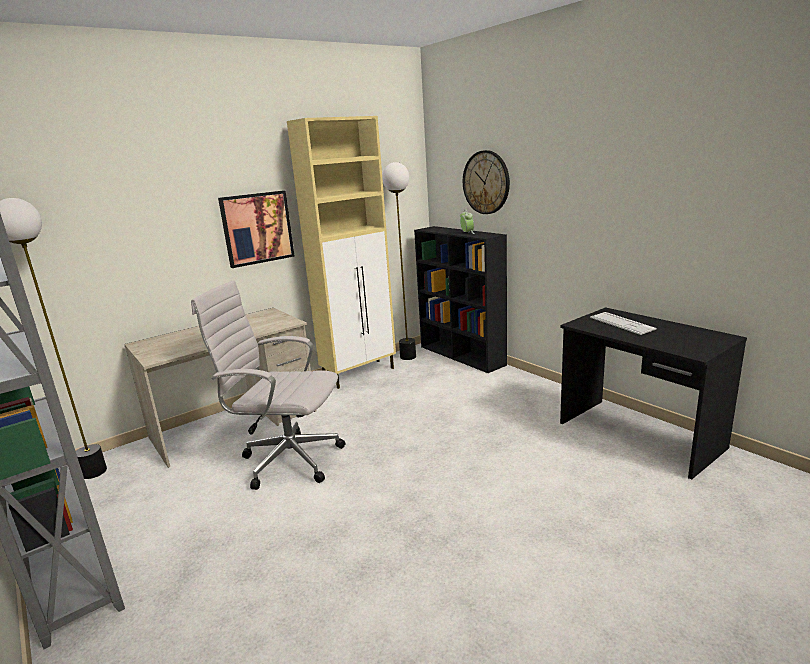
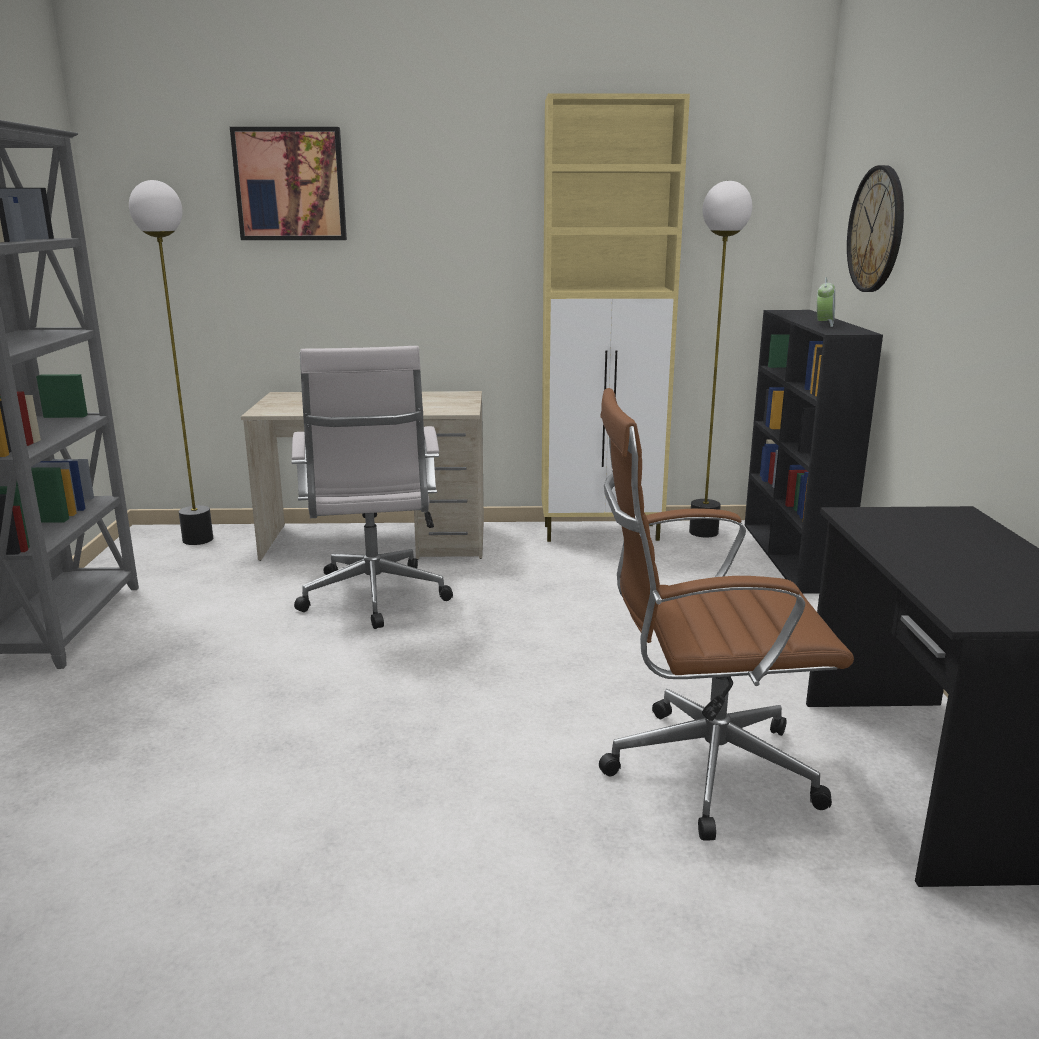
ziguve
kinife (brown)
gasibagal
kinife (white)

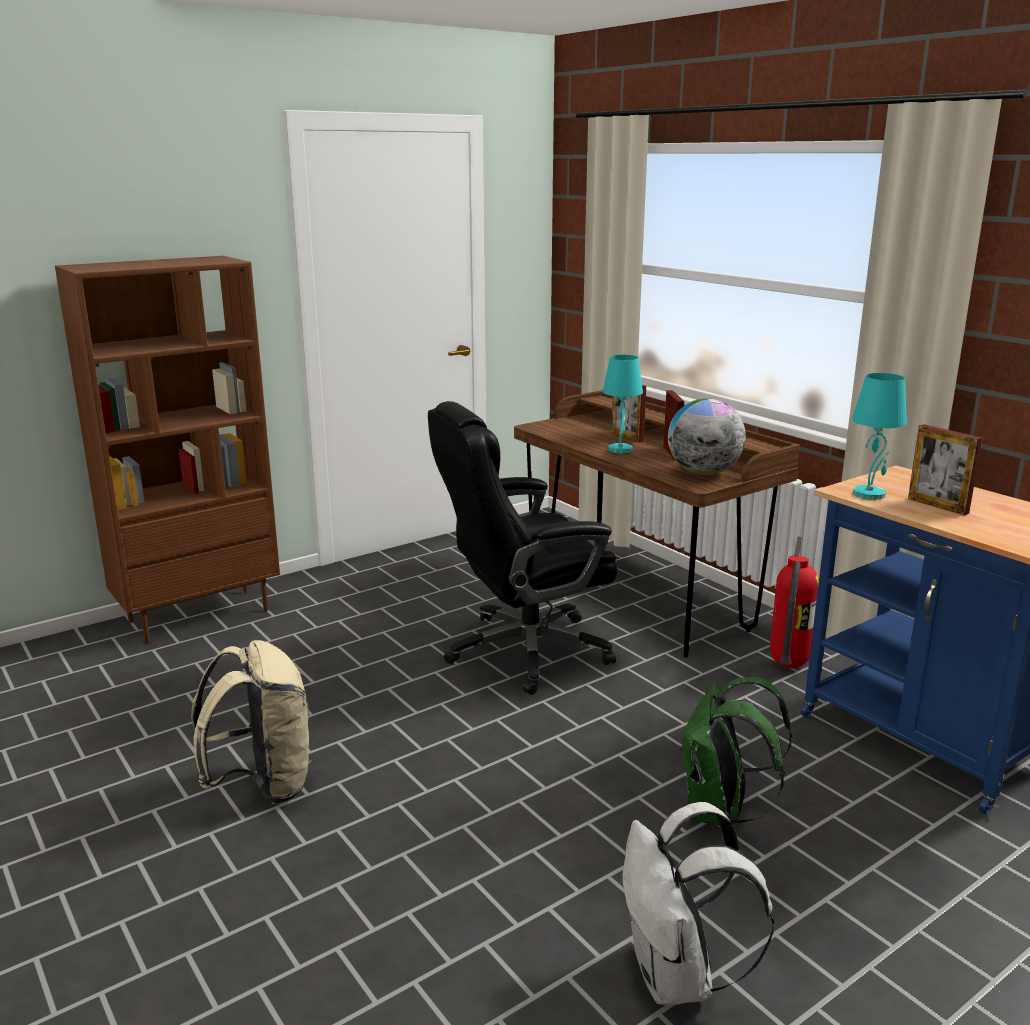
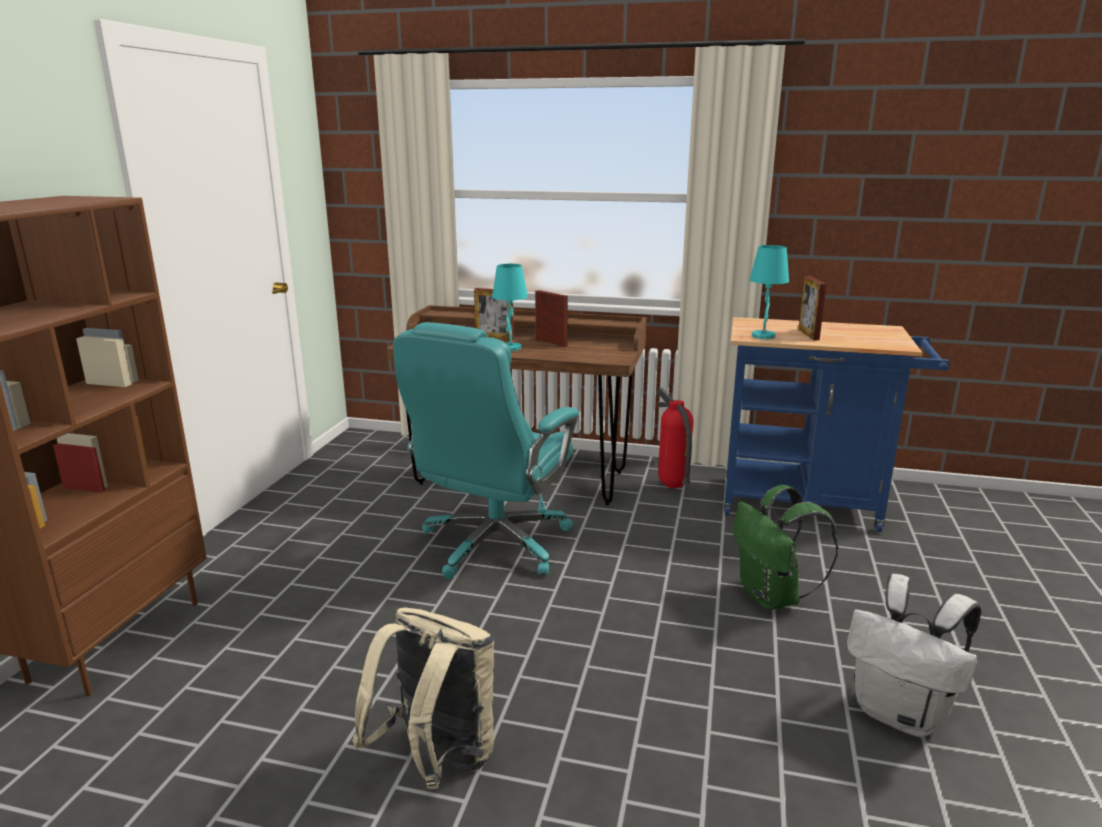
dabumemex
kinife (turquoise)
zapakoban (no. 3 from left)

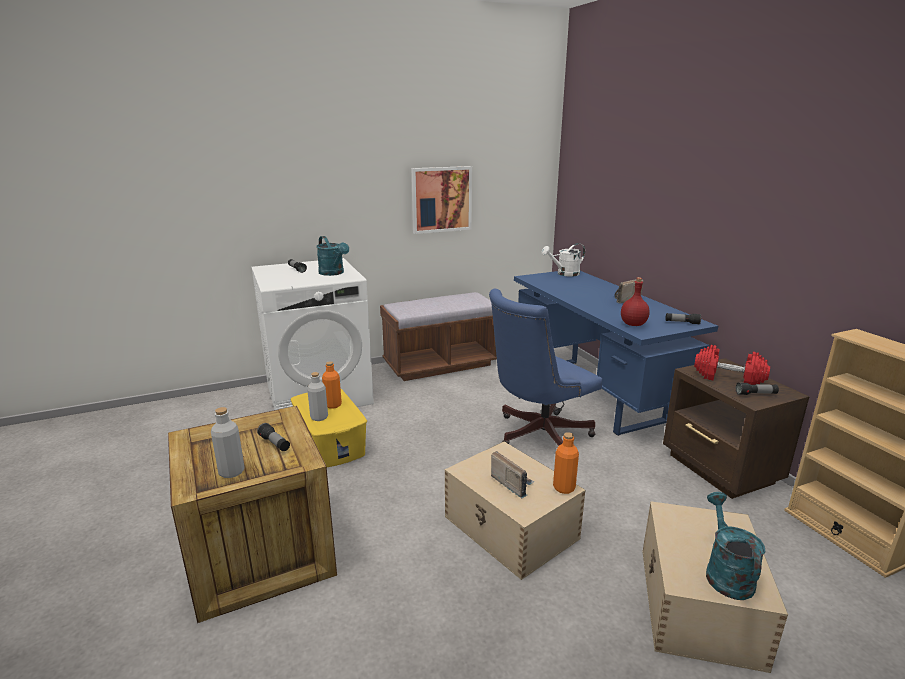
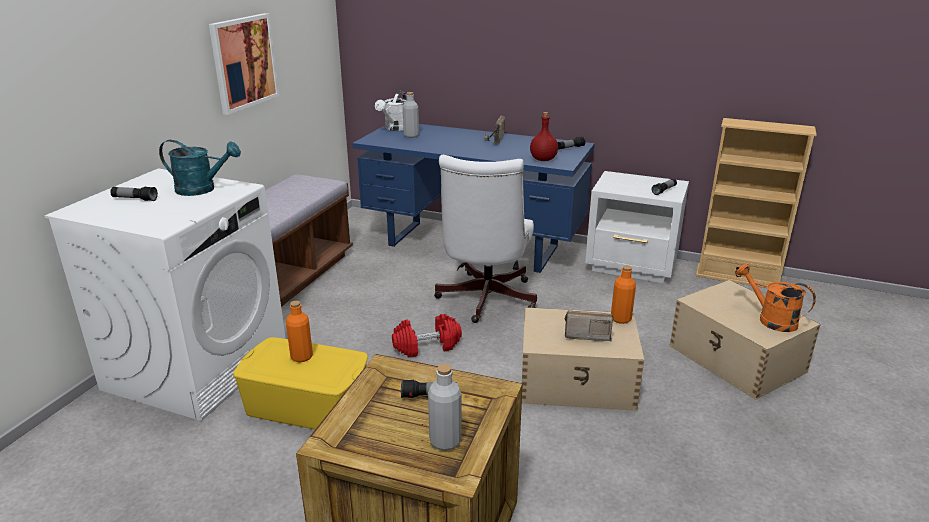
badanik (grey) (no. 1 from left)
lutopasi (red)
kinife (white)
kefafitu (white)
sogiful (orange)

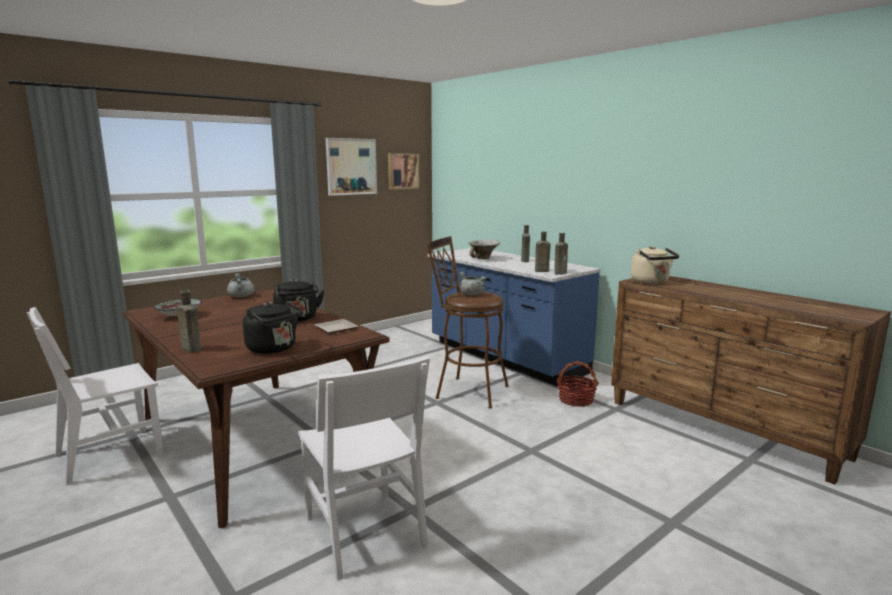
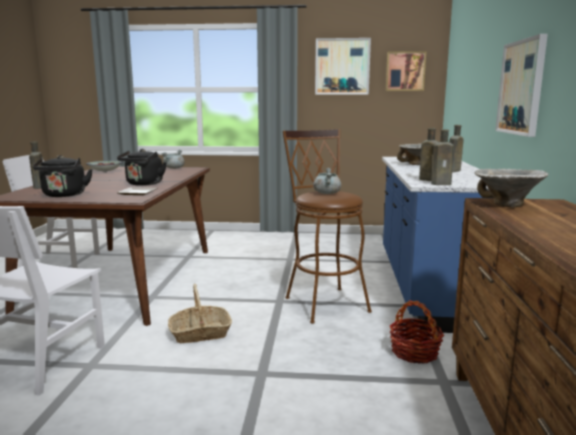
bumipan (no. 1 from left)
gasibagal (no. 3 from left)
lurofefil (no. 3 from left)

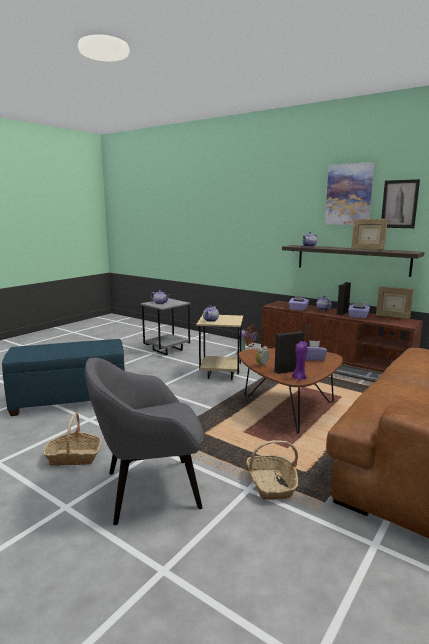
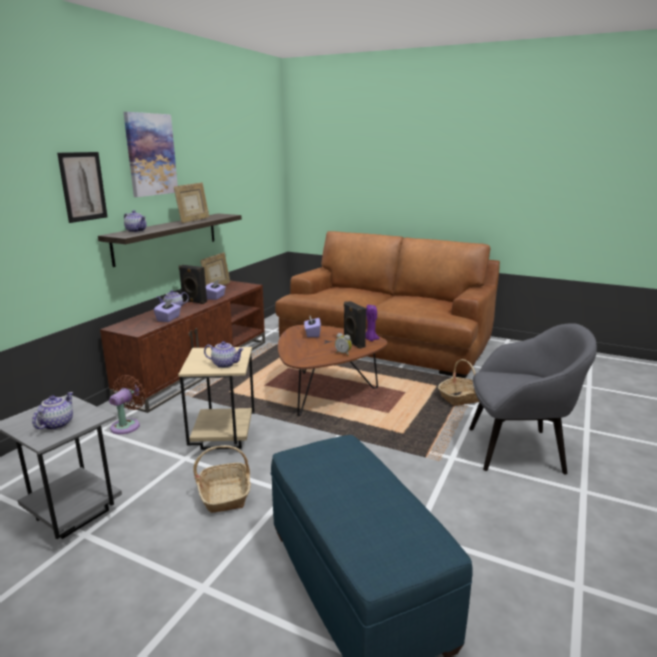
bumipan (no. 1 from left)
gasibagal (no. 1 from left)
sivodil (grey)

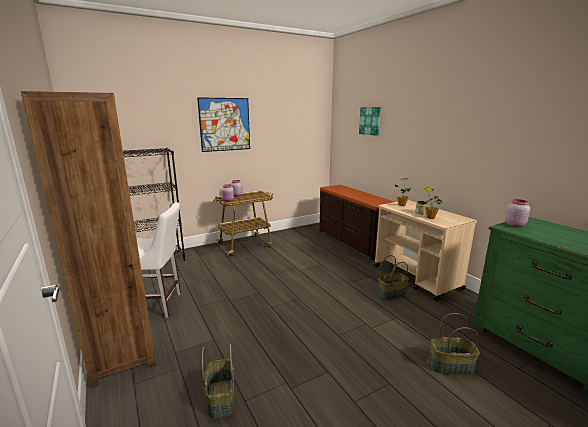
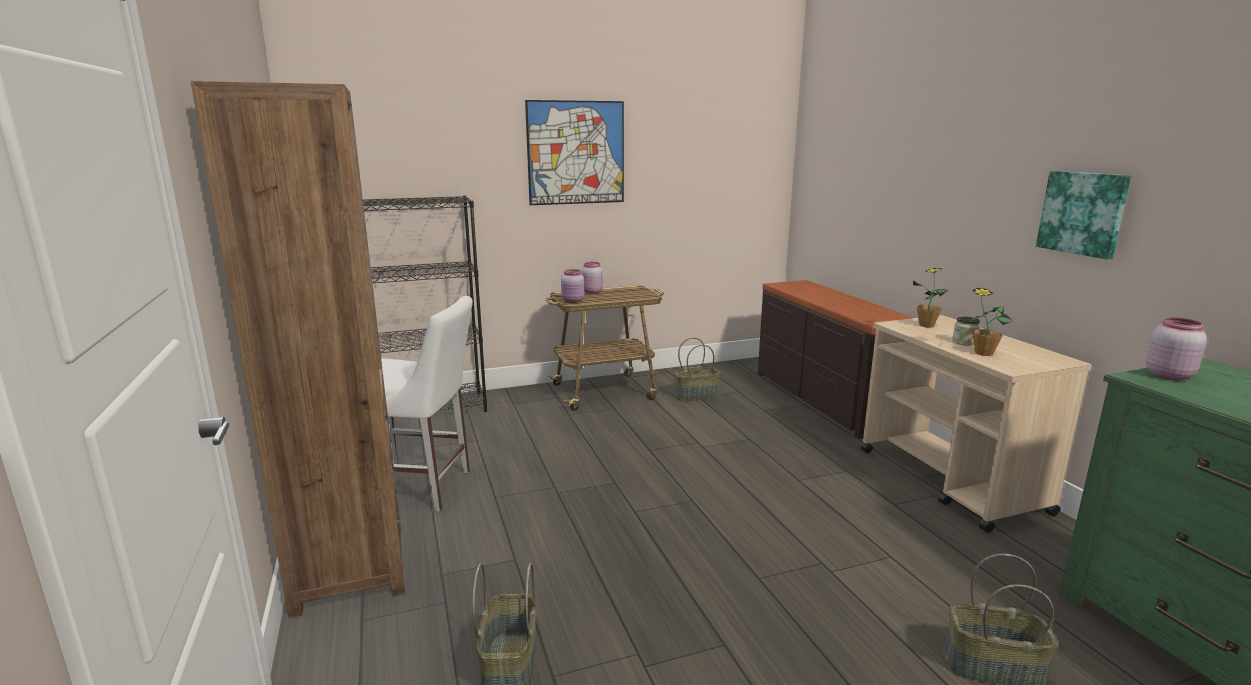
gasibagal (no. 2 from left)
bumipan (no. 2 from left)

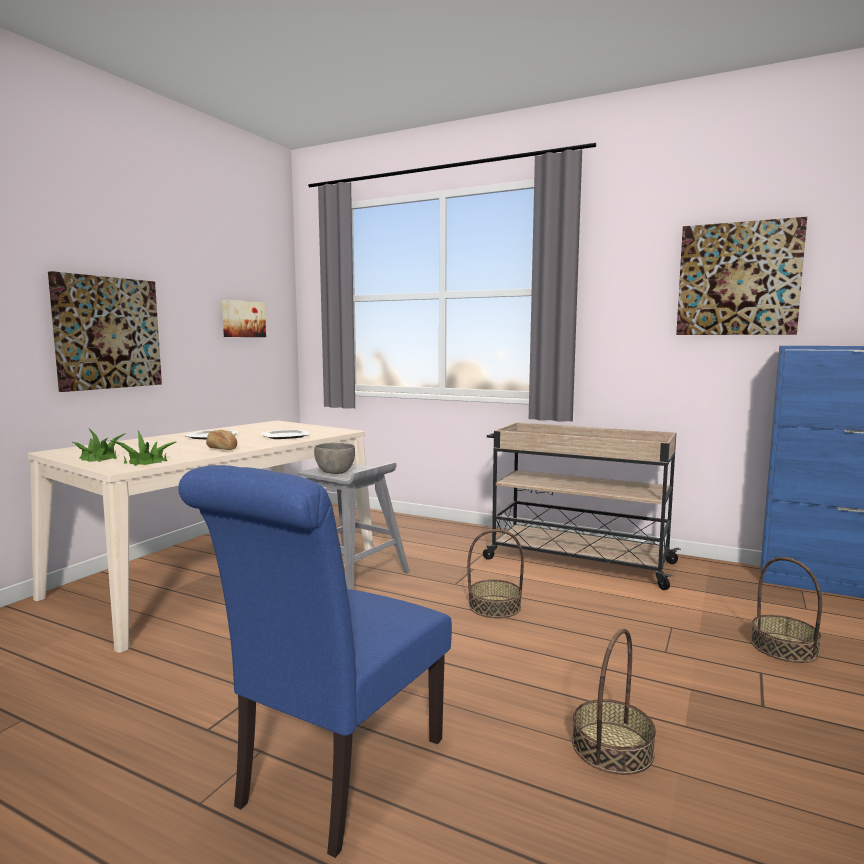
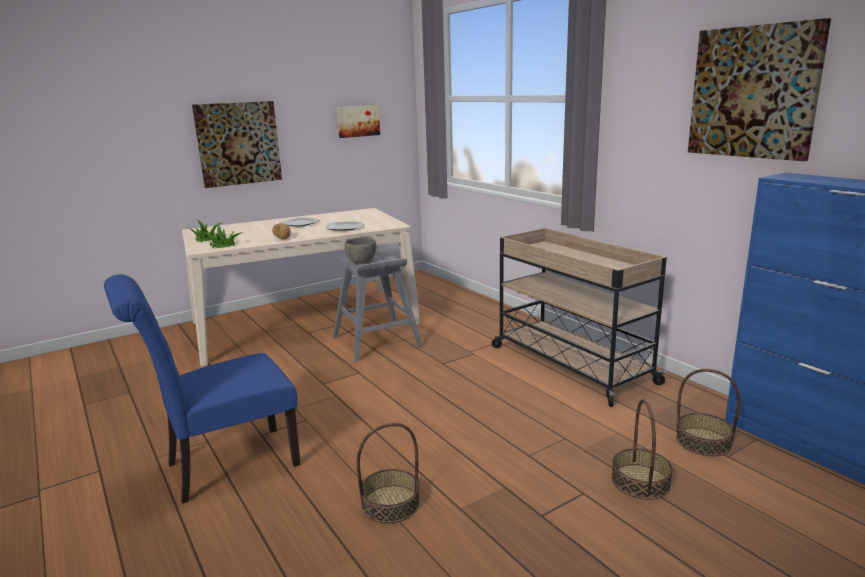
bumipan (no. 3 from left)

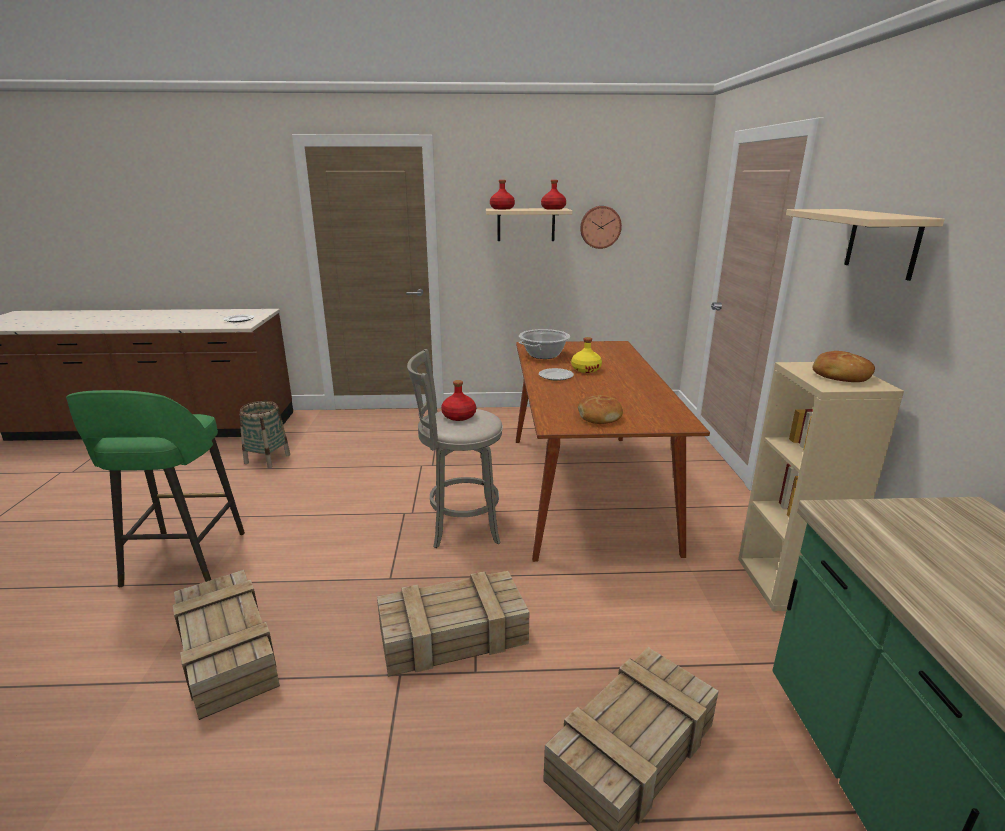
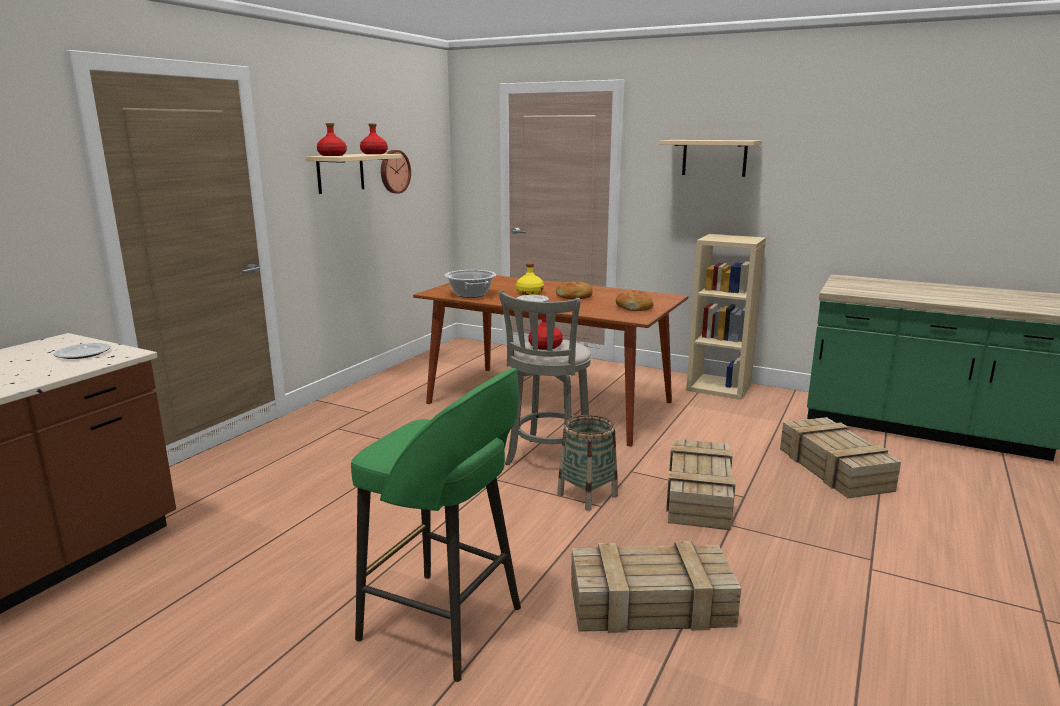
bumipan
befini (no. 1 from left)

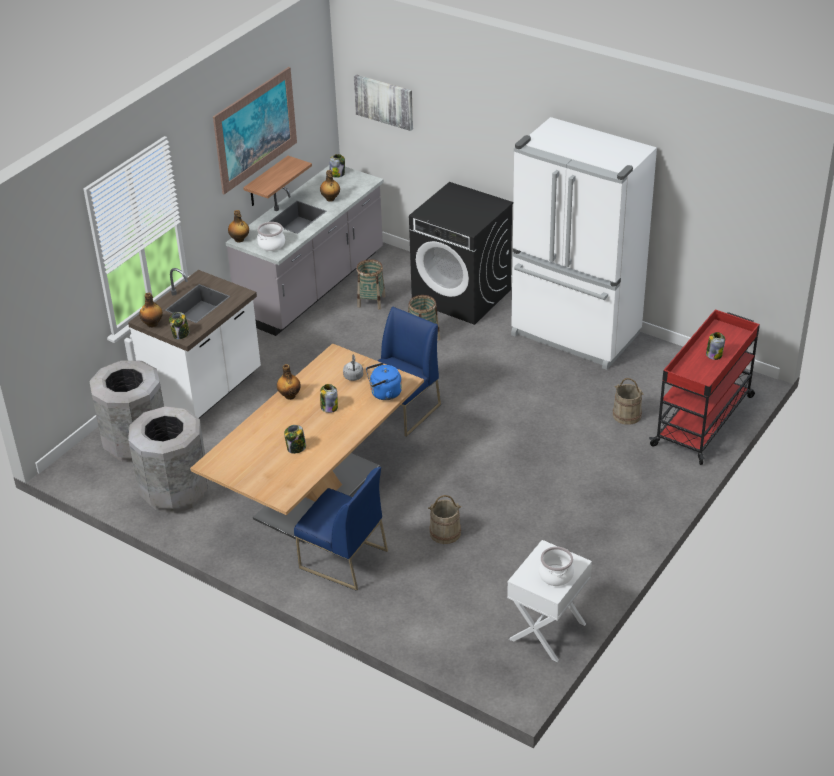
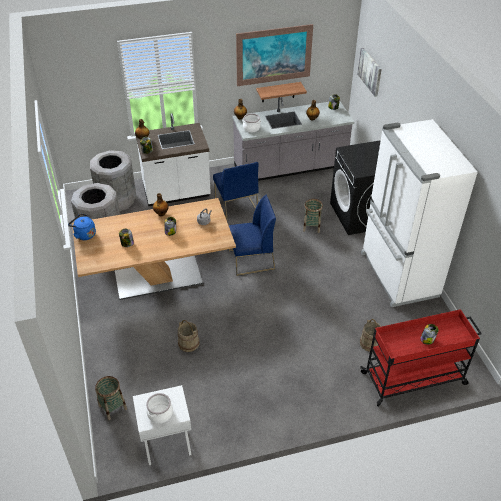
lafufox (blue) (no. 1 from left)
bumipan (no. 1 from left)
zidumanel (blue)

